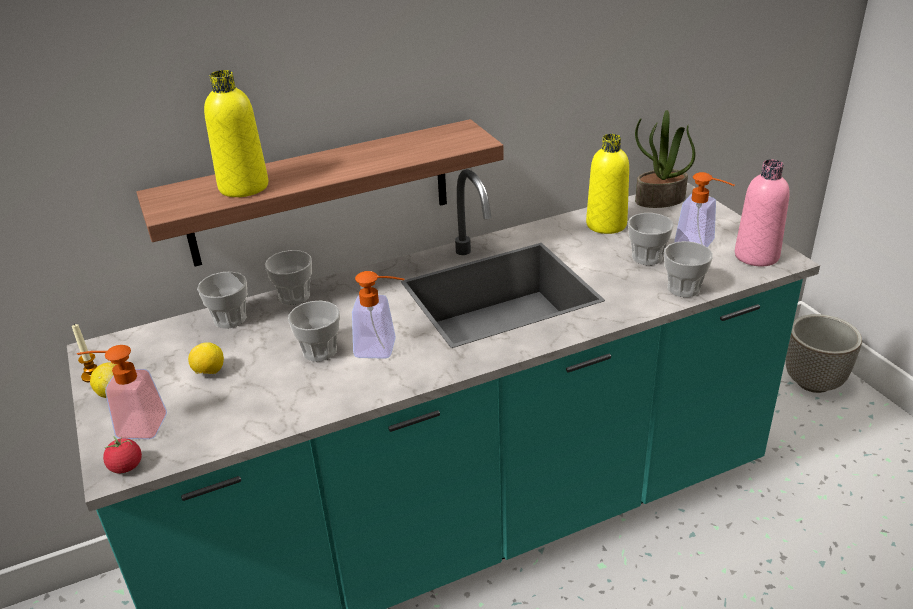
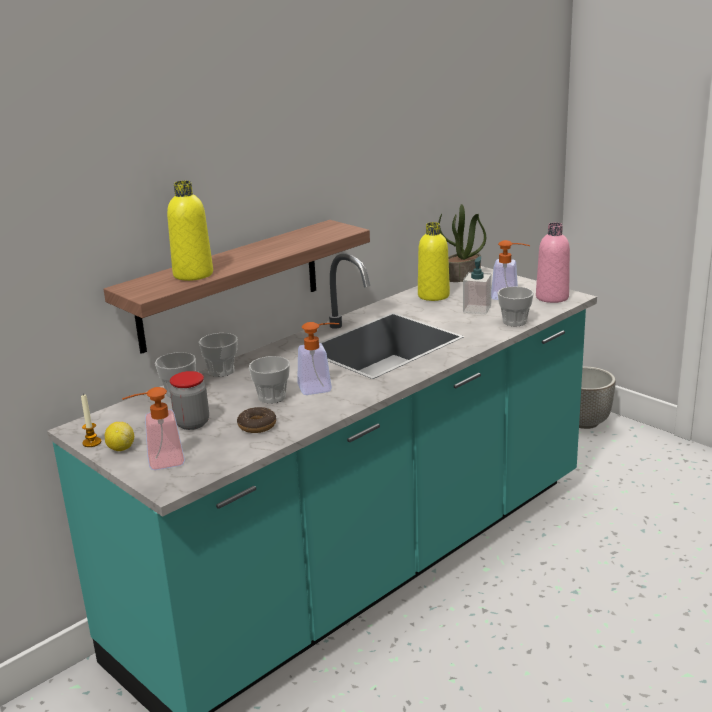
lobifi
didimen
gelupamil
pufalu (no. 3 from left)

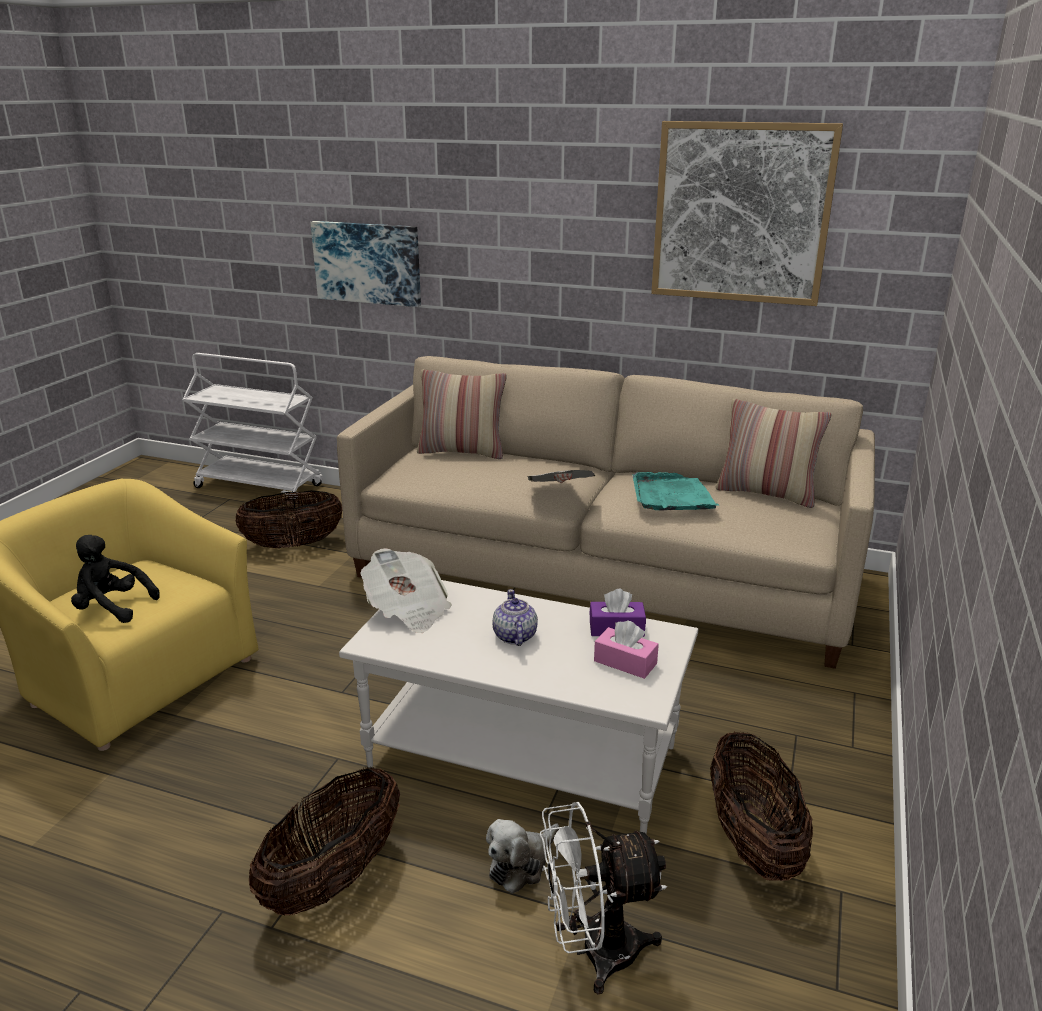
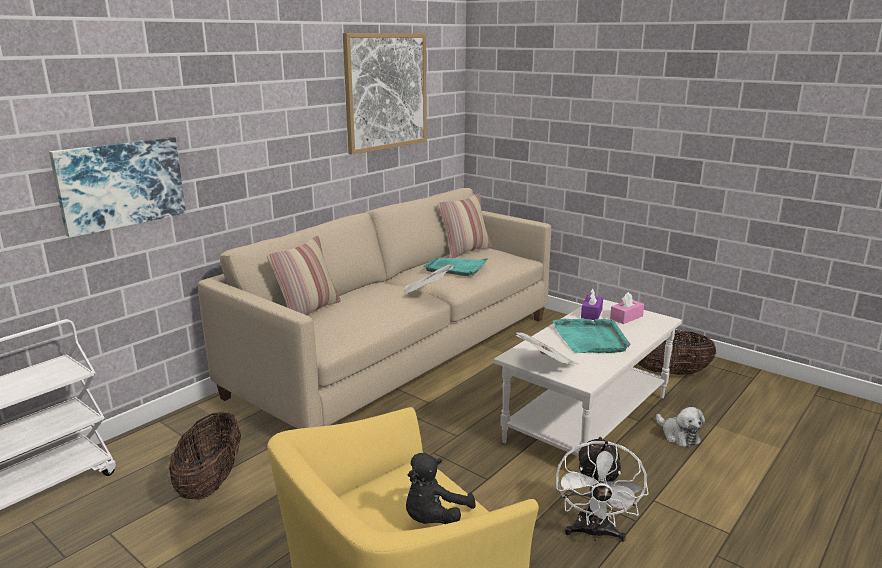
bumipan (no. 2 from left in the first image)
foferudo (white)
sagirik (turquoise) (no. 2 from left)

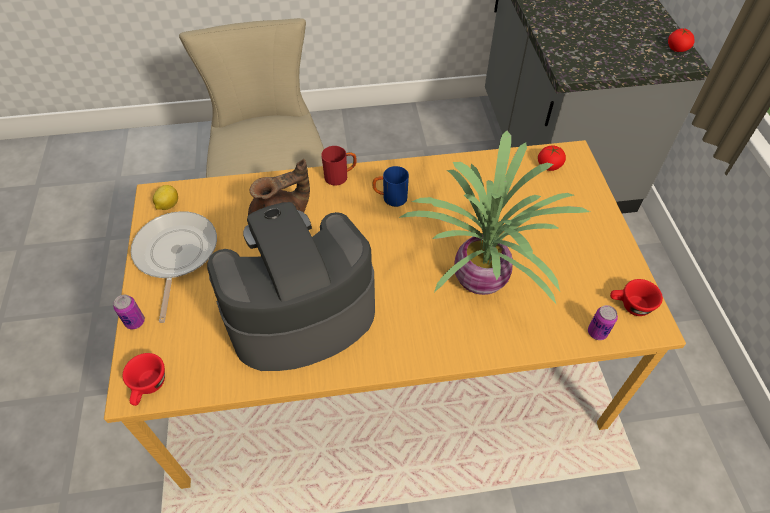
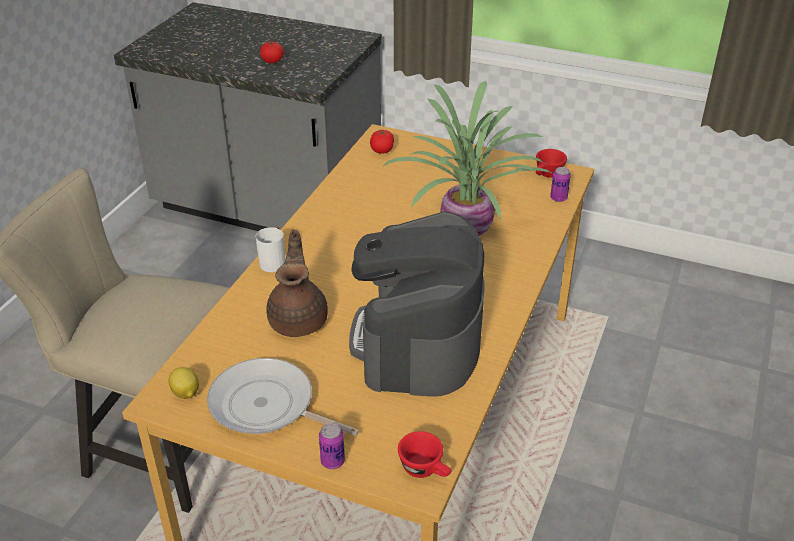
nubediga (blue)
lobifi (no. 1 from left)
nubediga (white)

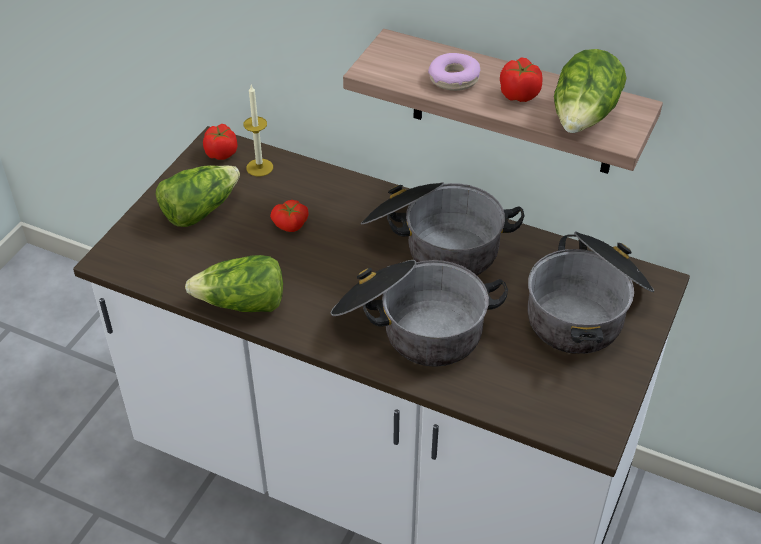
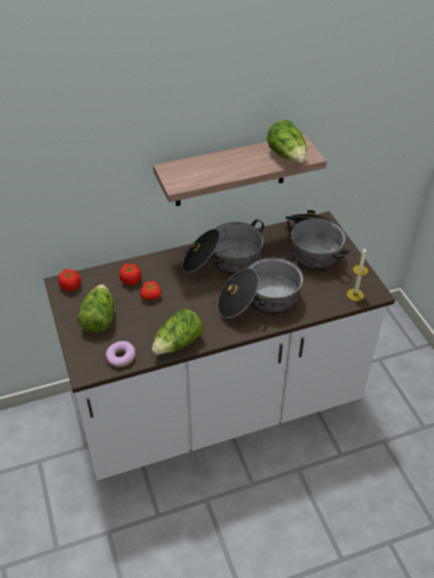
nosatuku
didimen
lobifi (no. 2 from left)

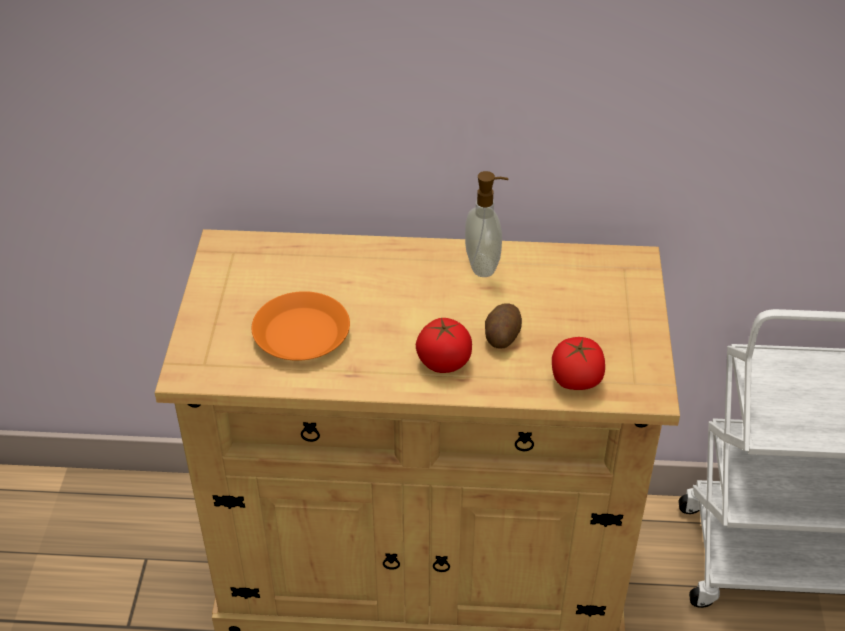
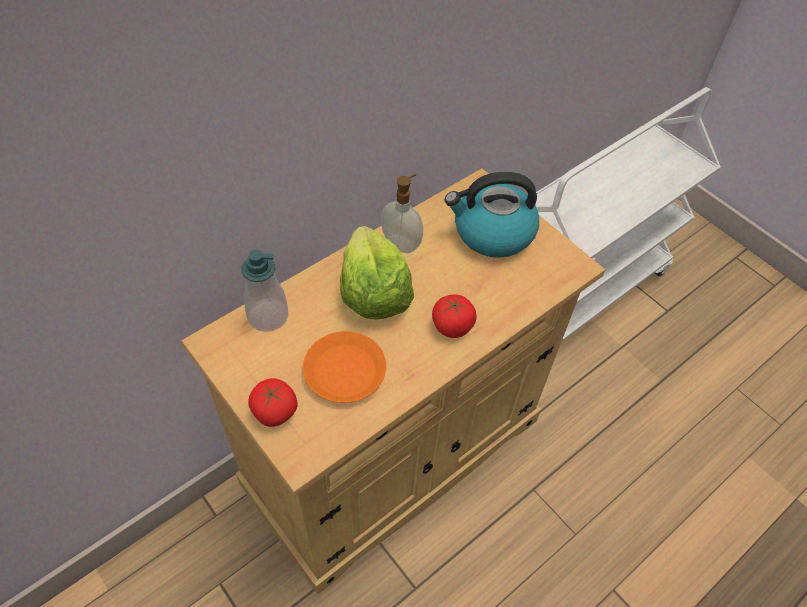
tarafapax
pufalu (no. 1 from left)
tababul
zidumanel
lobifi (no. 1 from left)

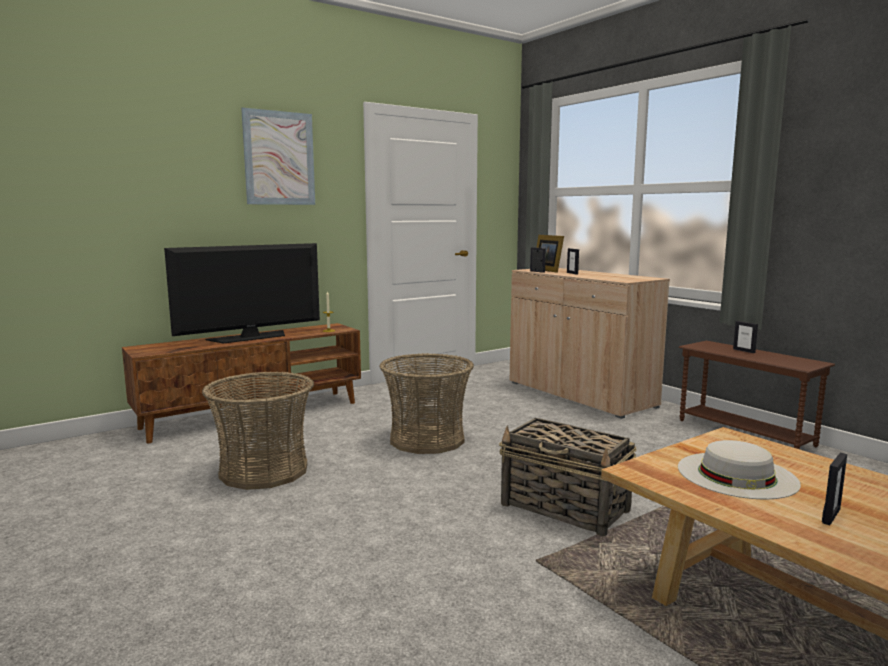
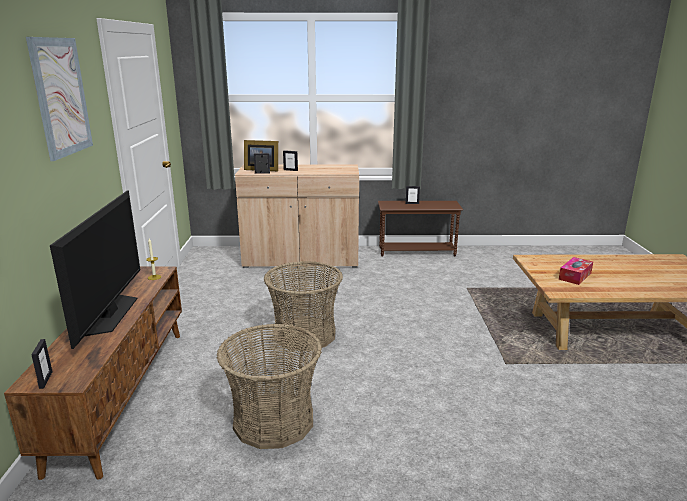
bumipan (no. 3 from left in the first image)
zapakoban (no. 1 from left)
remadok

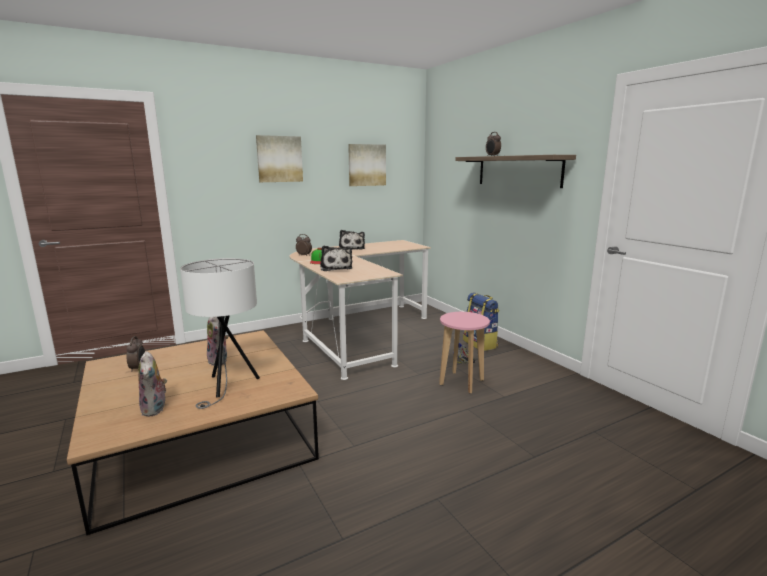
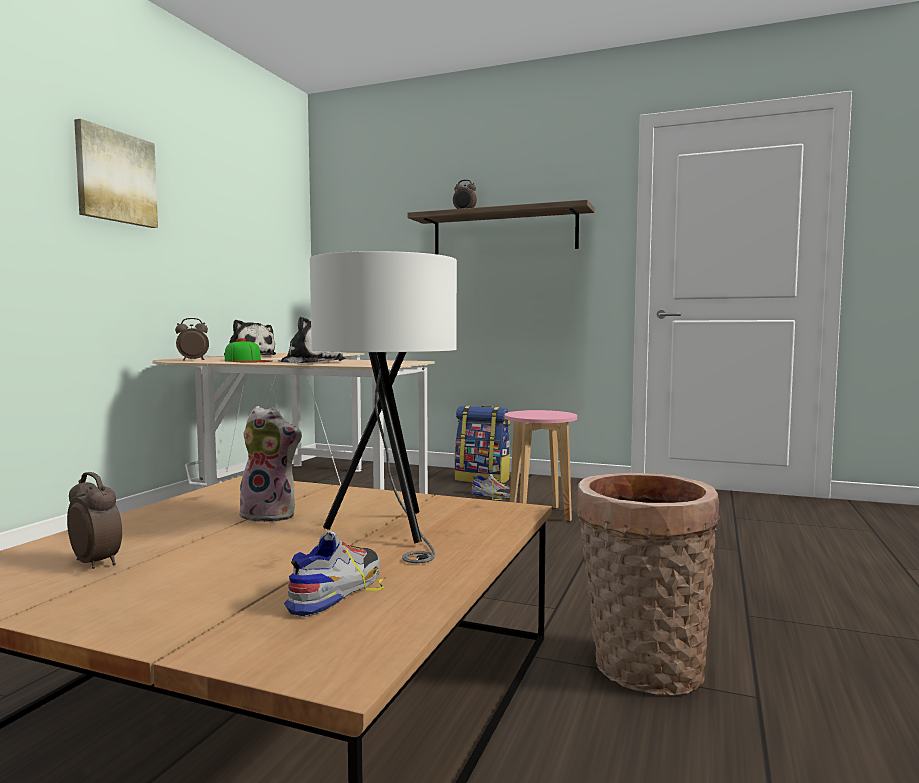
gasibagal (no. 2 from left in the first image)
bumipan
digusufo (no. 1 from left)

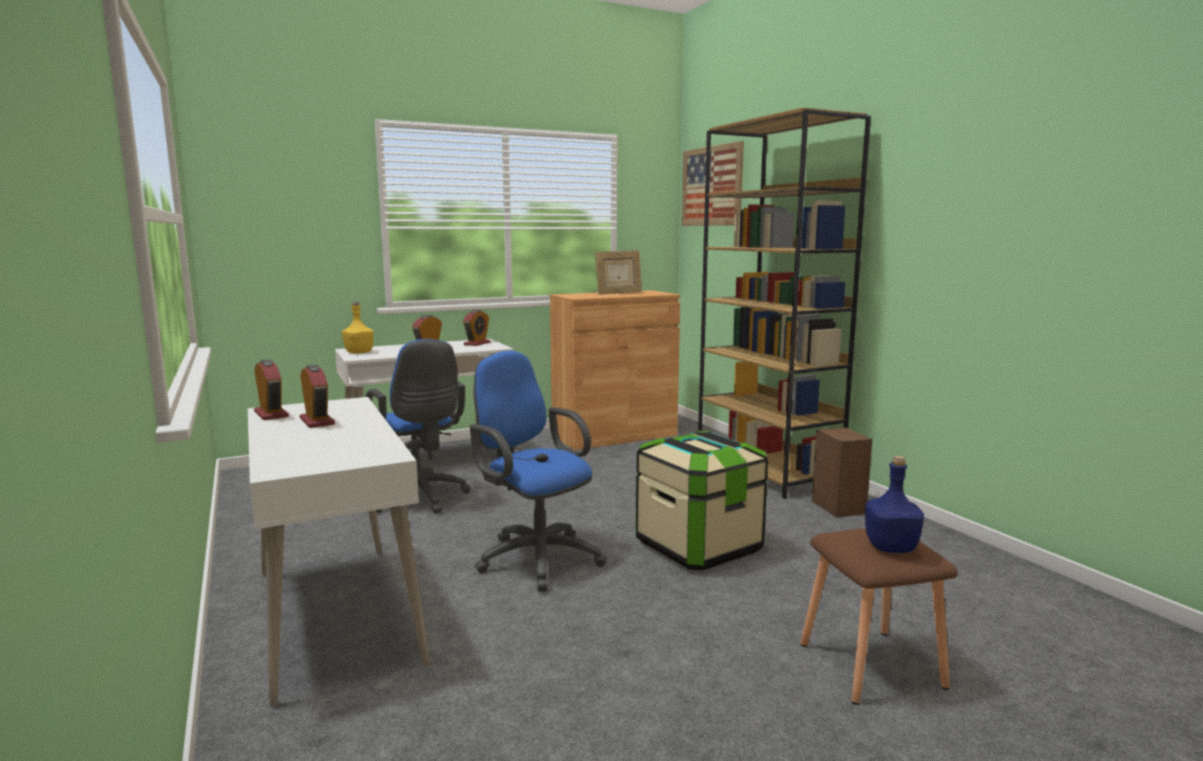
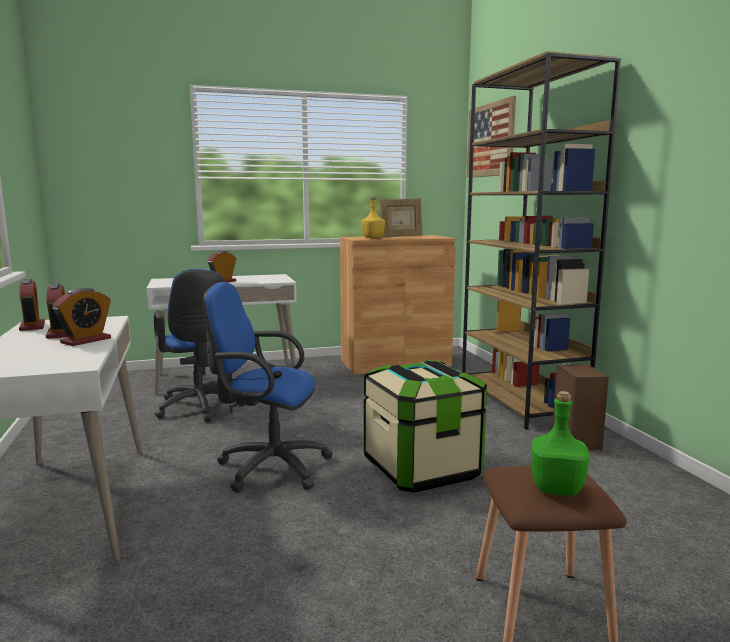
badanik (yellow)
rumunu (no. 3 from left)
badanik (green)
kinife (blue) (no. 2 from left)

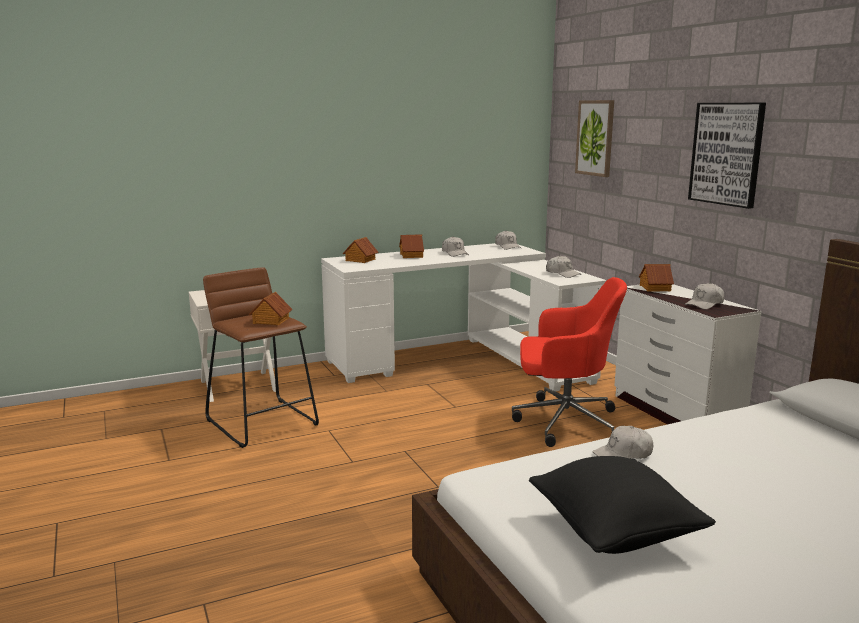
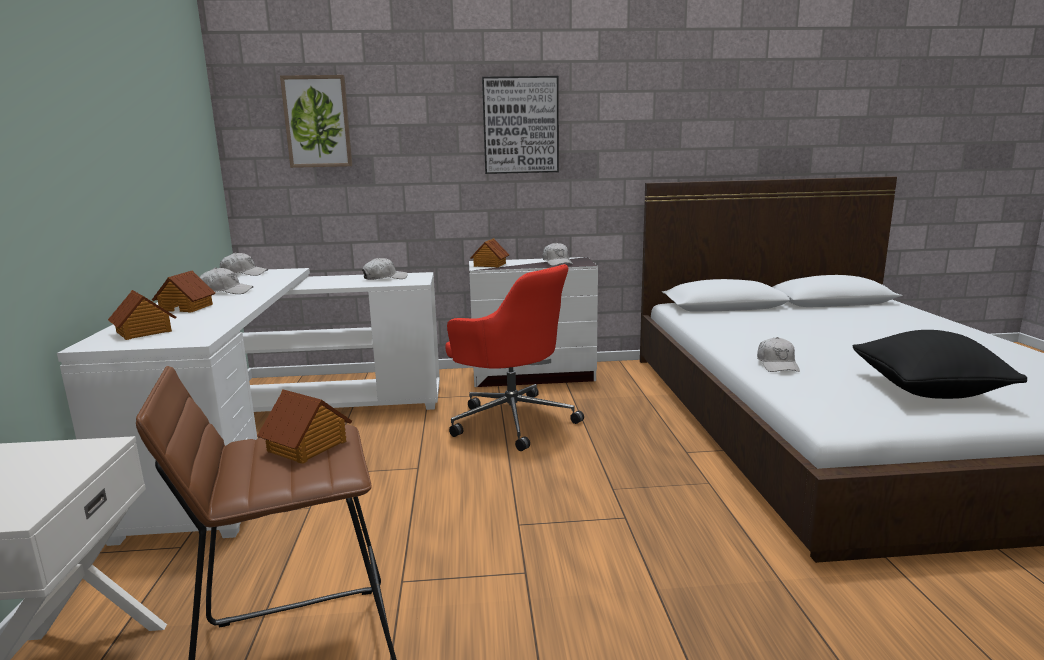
kinife (red)

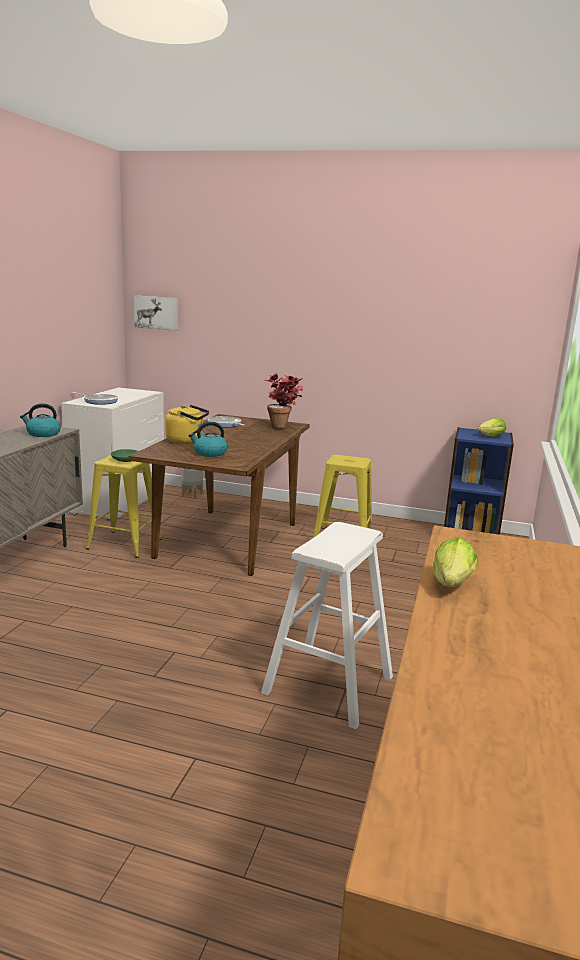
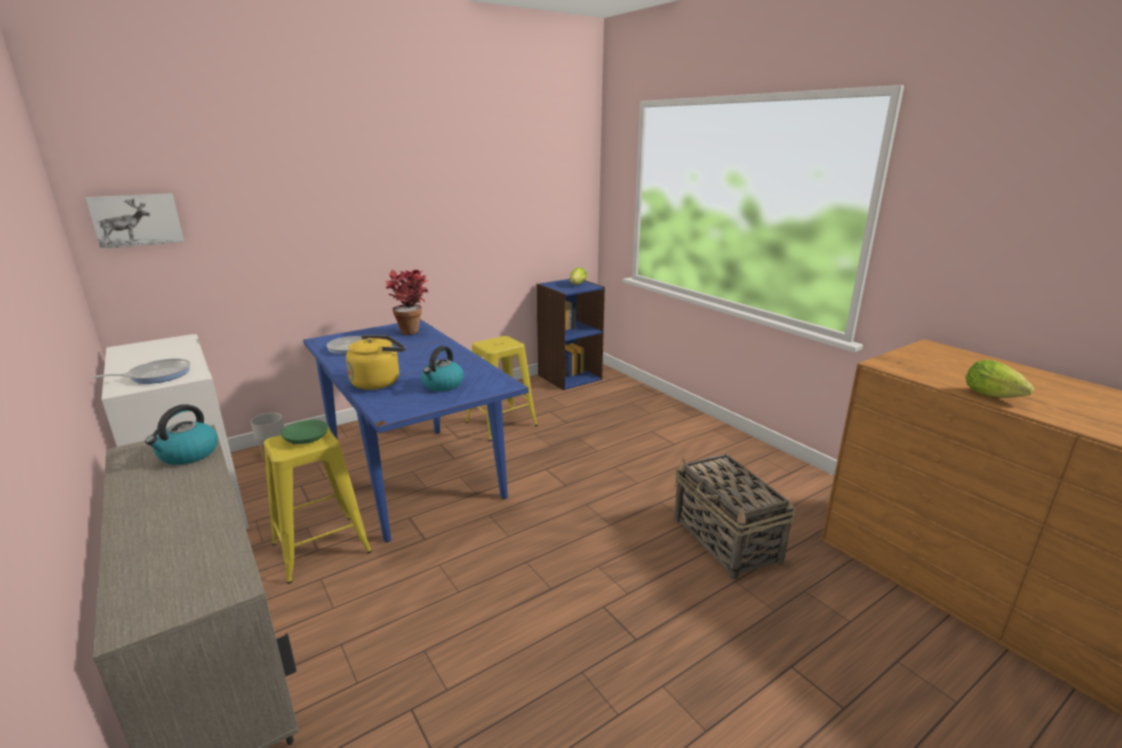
bumipan
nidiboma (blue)

